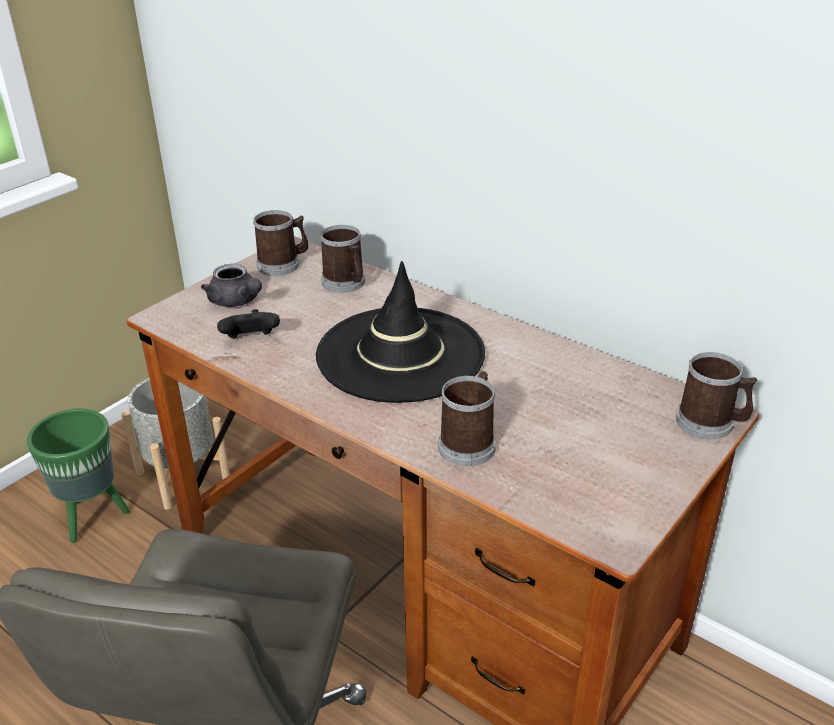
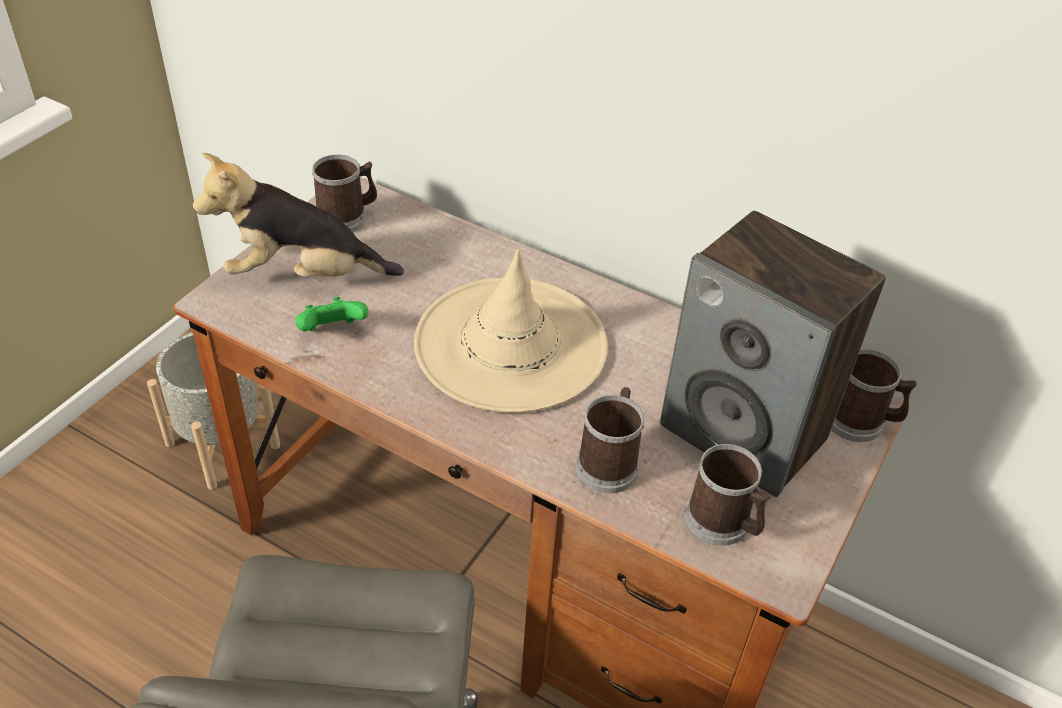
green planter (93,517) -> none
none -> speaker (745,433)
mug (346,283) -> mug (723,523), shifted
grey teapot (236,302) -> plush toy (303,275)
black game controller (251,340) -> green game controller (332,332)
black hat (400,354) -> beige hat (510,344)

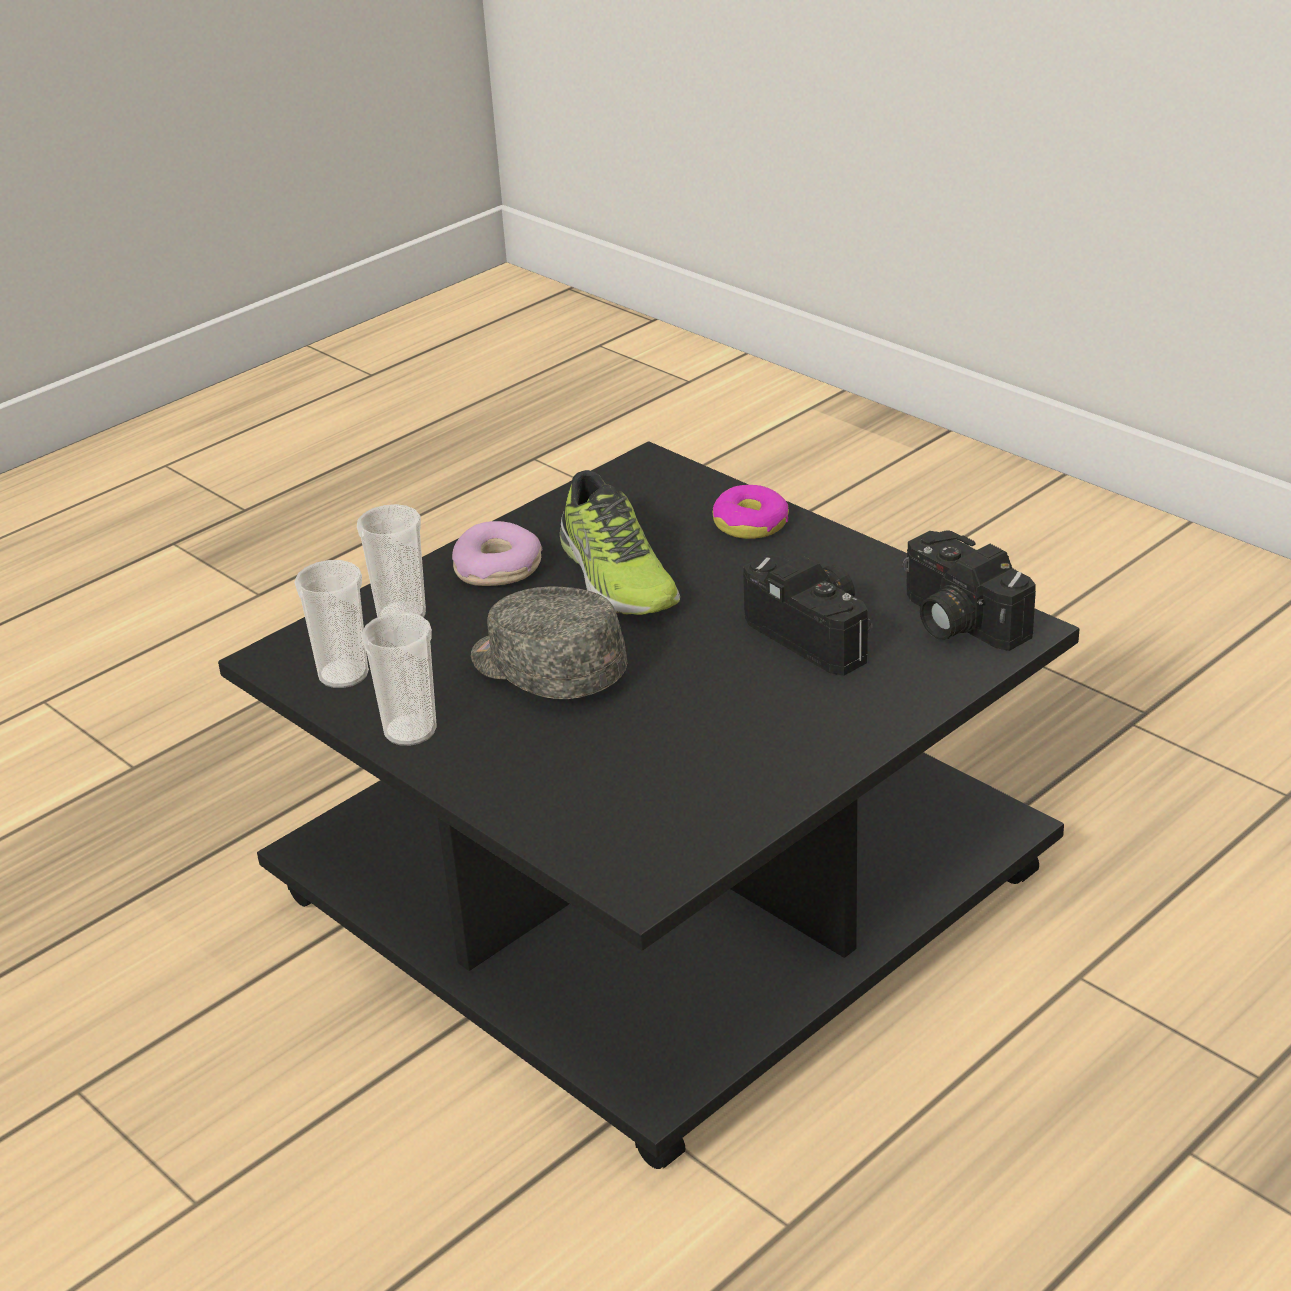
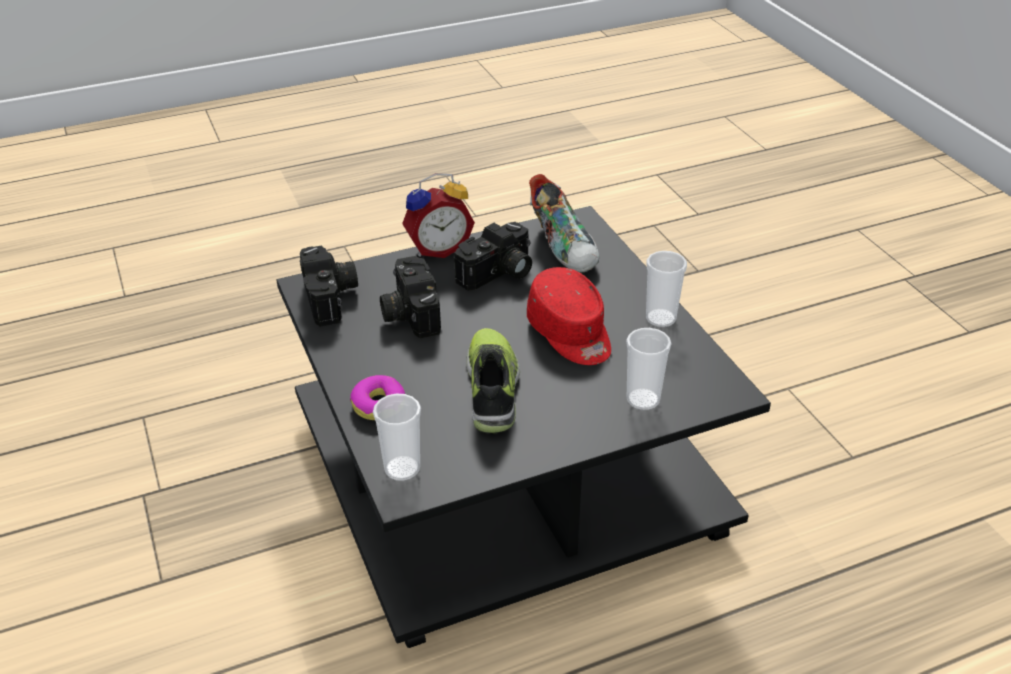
donut (498,568) -> none
none -> alarm clock (438,248)
none -> photo camera (498,274)
none -> shoe (564,247)
cup (343,675) -> cup (402,469), shifted
grey cap (546,670) -> red cap (570,334)

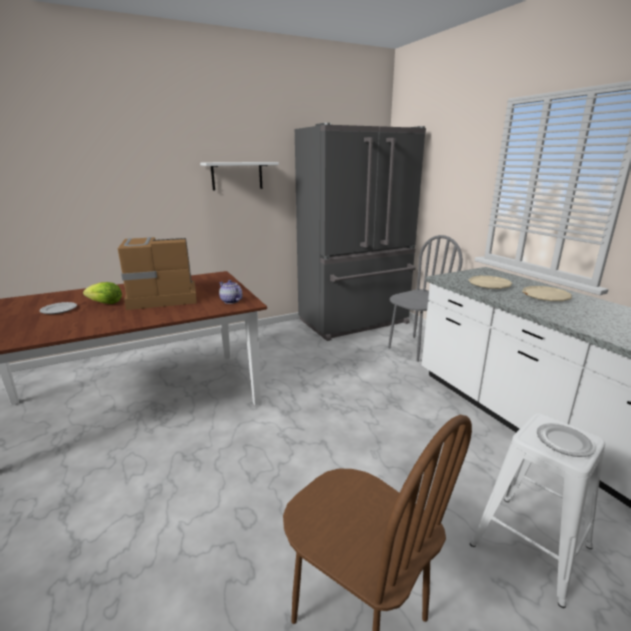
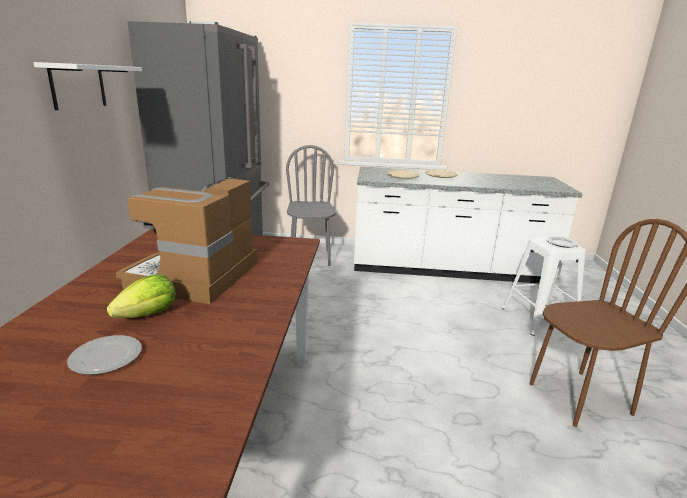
teapot (230,301) -> none

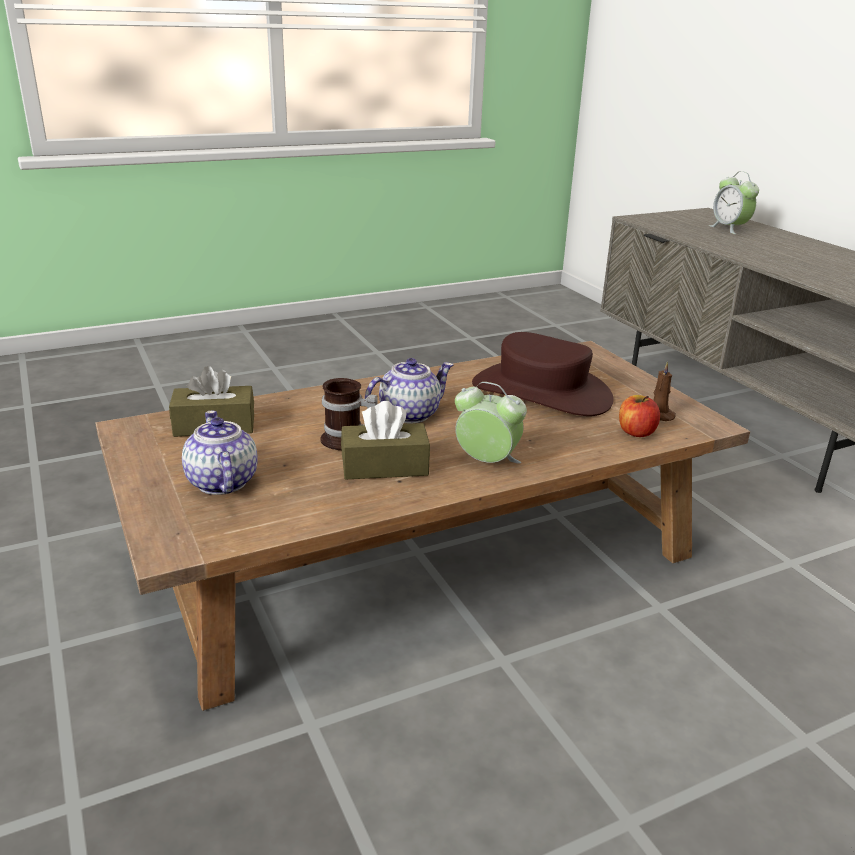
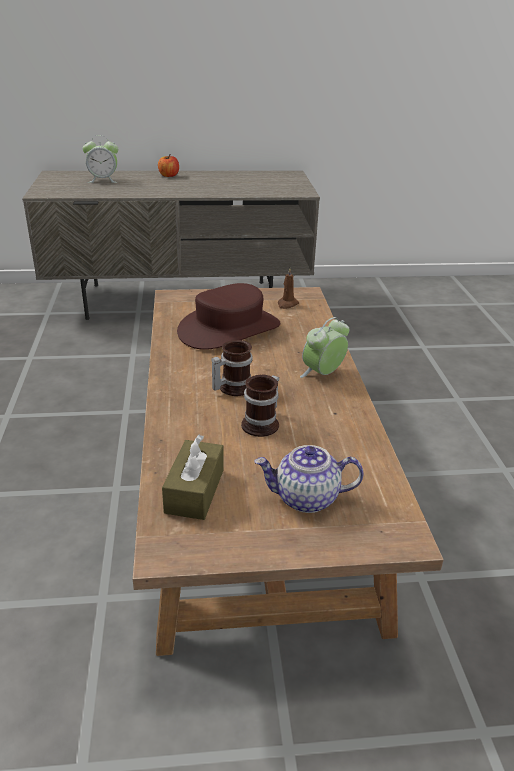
brown tissue box (384,466) -> none
apple (636,432) -> apple (169,175), shifted
teapot (409,414) -> mug (232,387)

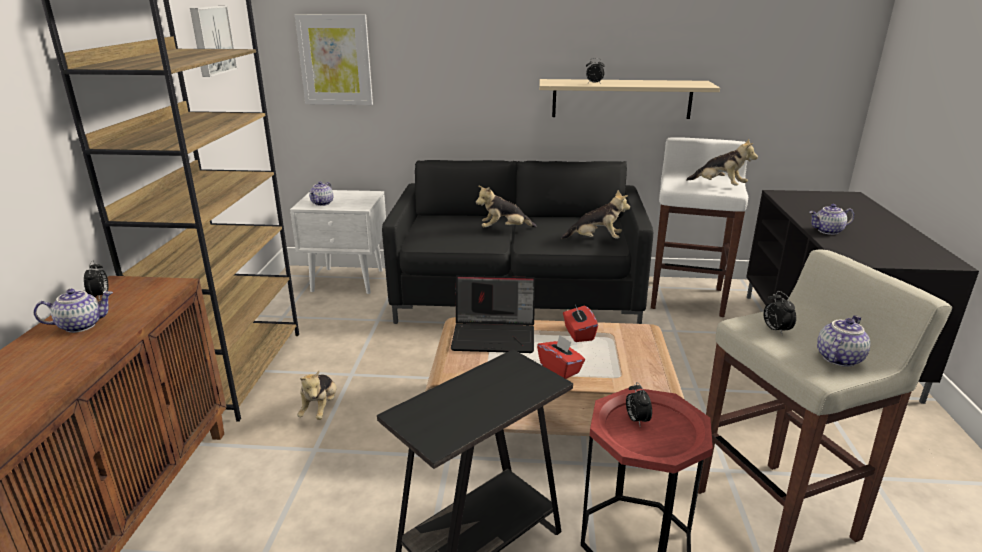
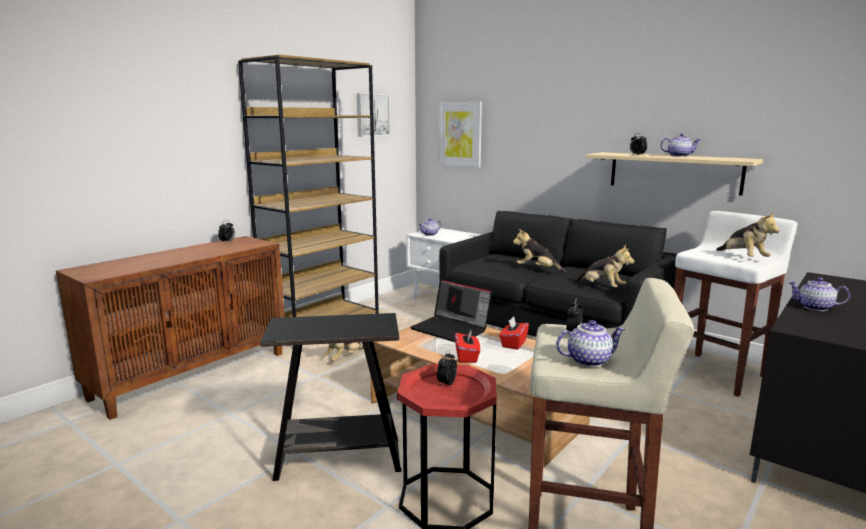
teapot (81,325) -> teapot (679,156), shifted

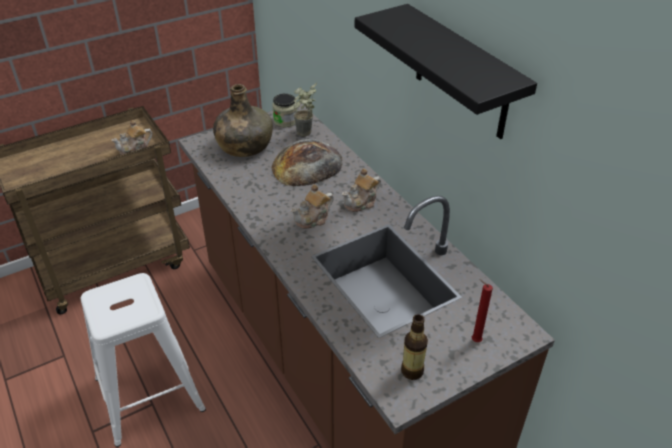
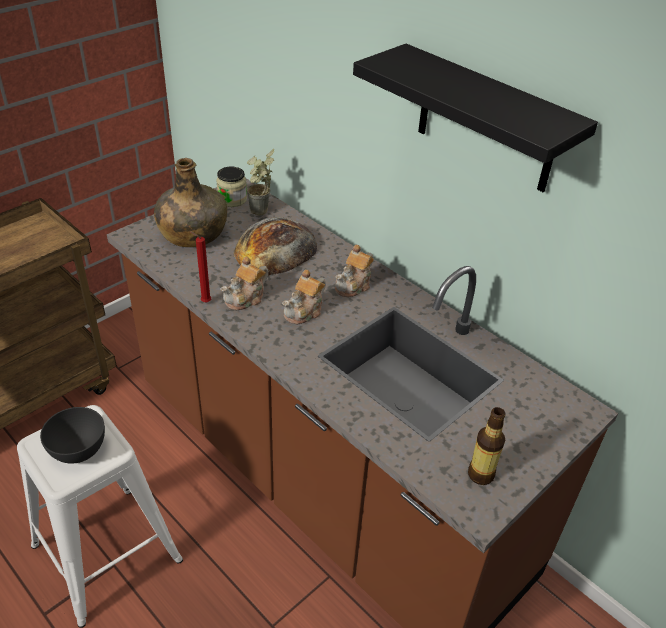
none -> grey bowl (78,450)
teapot (135,149) -> teapot (246,298), shifted
red candle (474,340) -> red candle (204,302), shifted

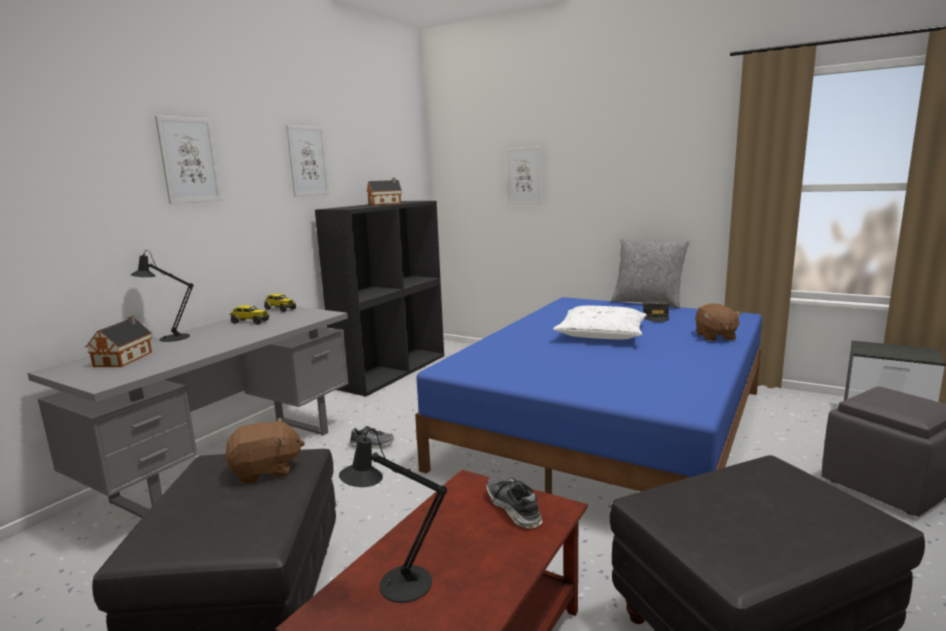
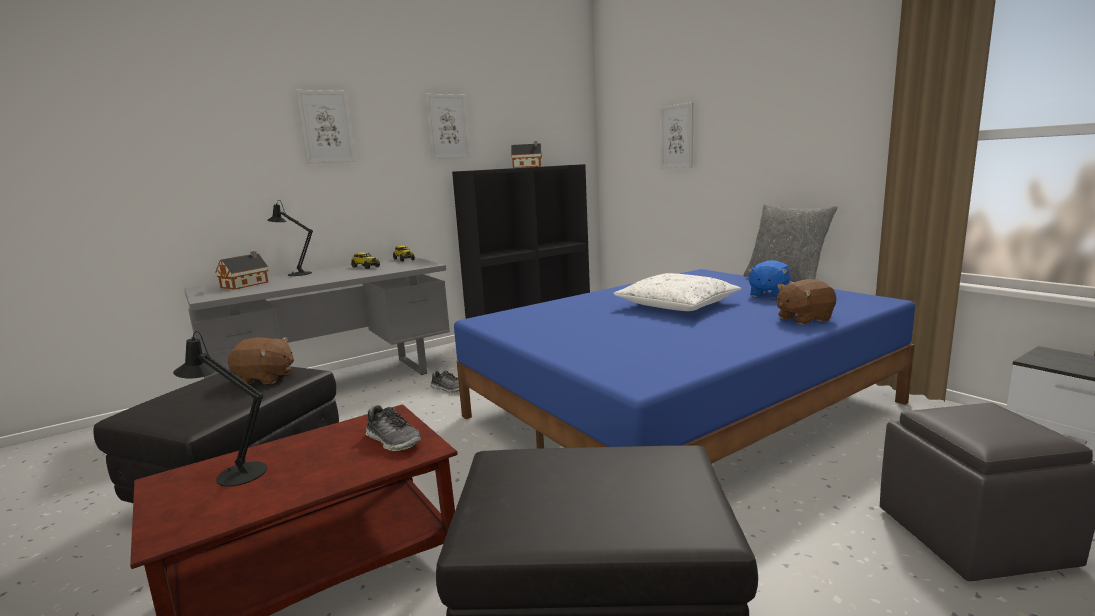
grey cap (656,317) -> blue plush toy (768,294)
shoe (513,508) -> shoe (393,440), 135 degrees clockwise
brown plush toy (715,337) -> brown plush toy (803,319), 45 degrees clockwise

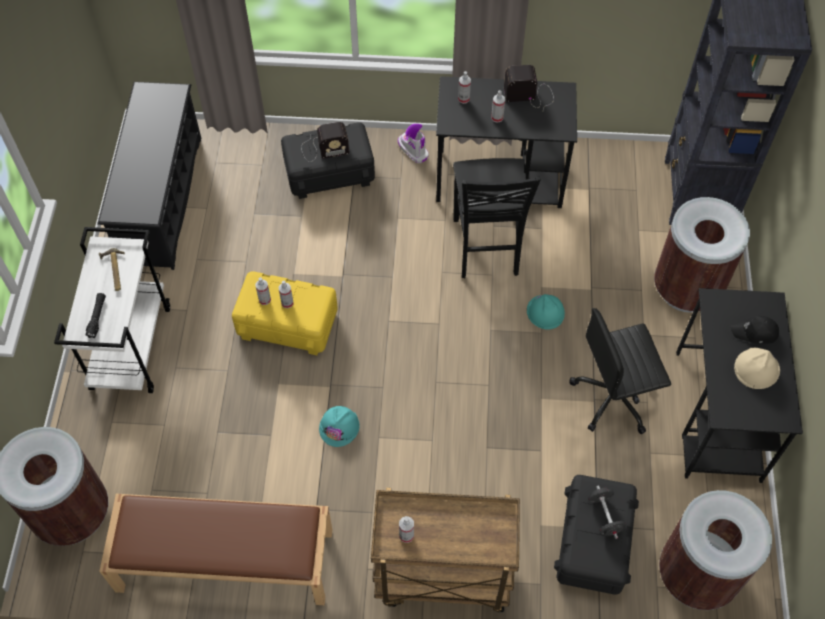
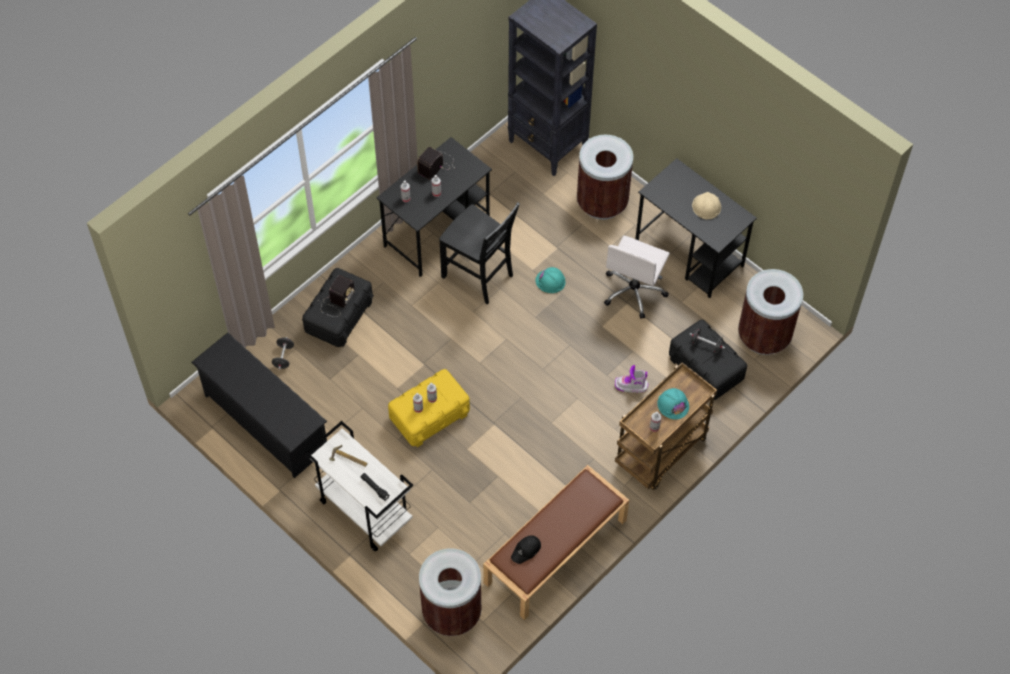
none -> black dumbbell (283,357)
turquoise hard hat (339,427) -> turquoise hard hat (673,404), shifted
boot (412,150) -> boot (631,386), shifted
black cap (755,332) -> black cap (526,550), shifted
black office chair (614,397) -> white office chair (634,291)

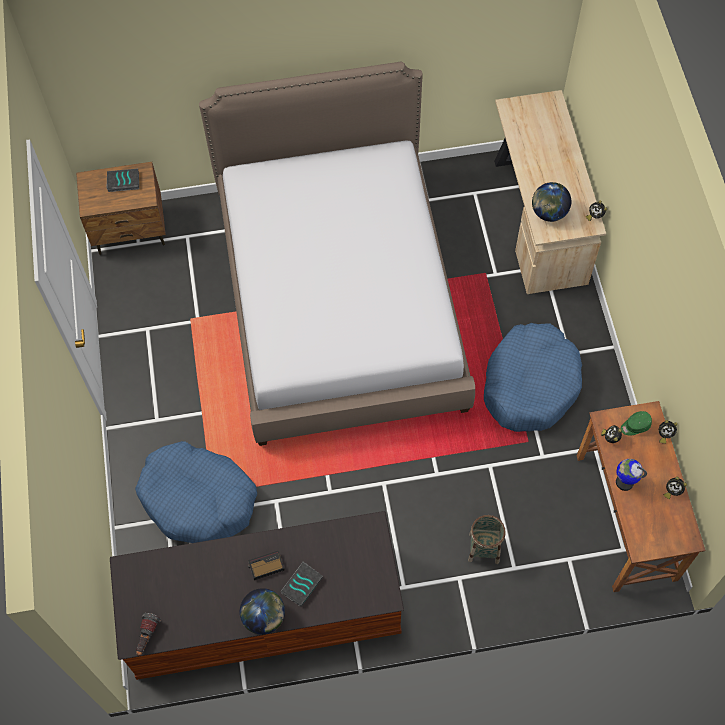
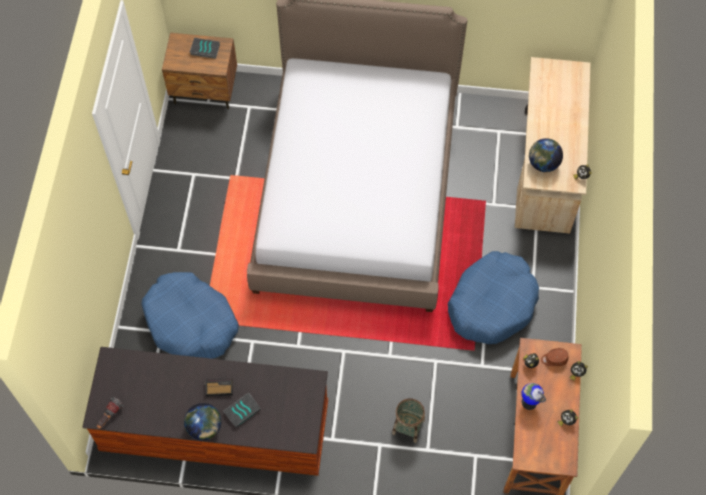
green cap (635,426) -> brown cap (554,359)

